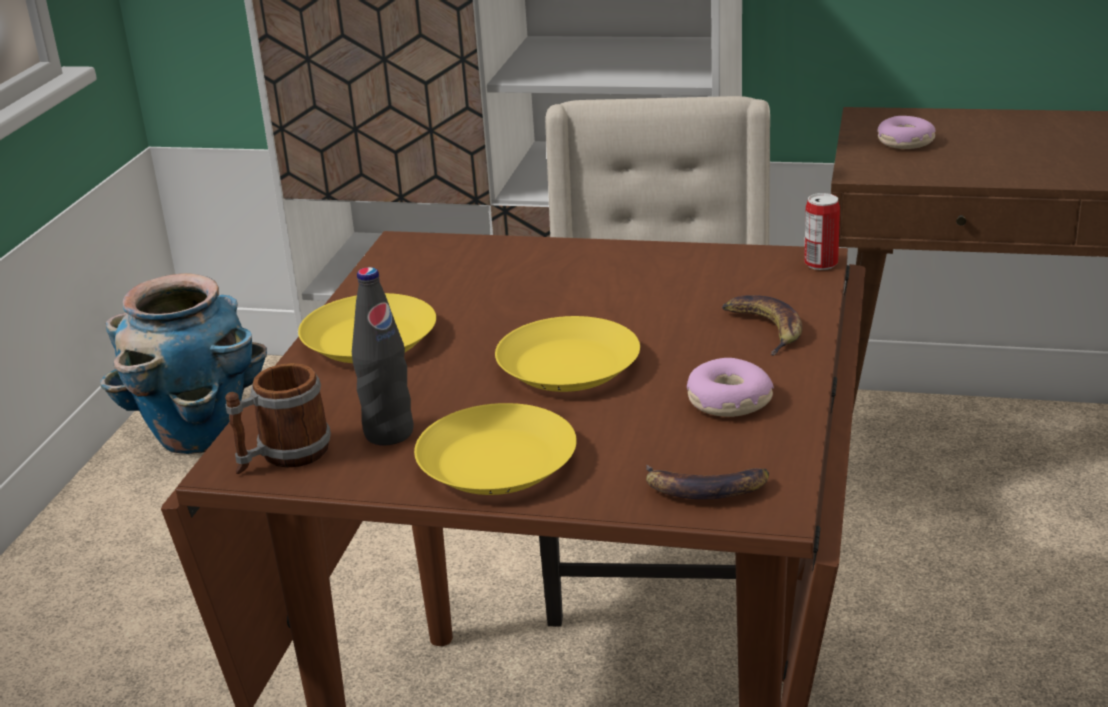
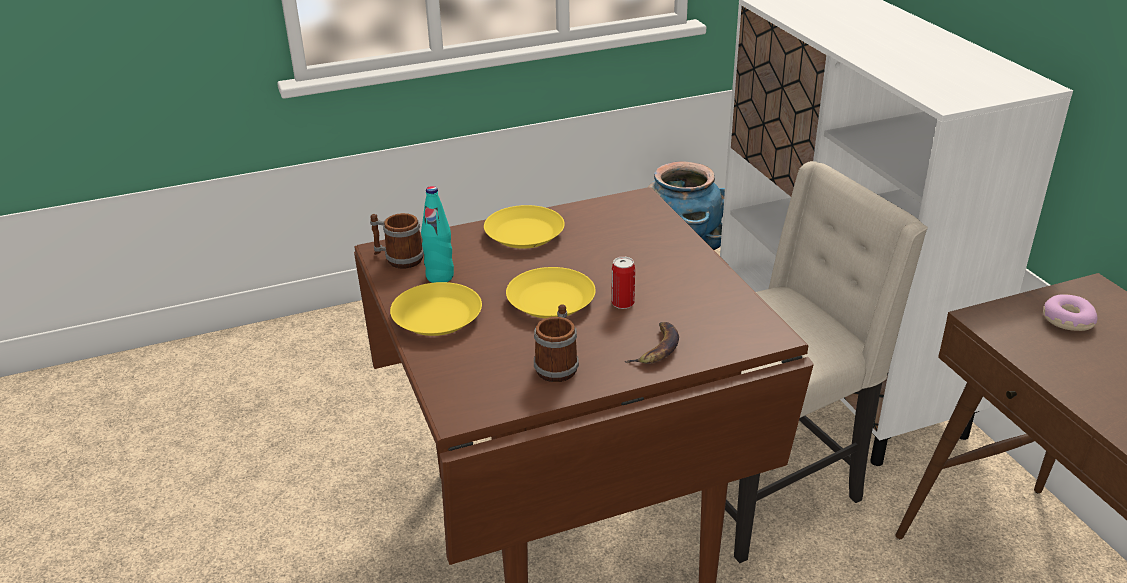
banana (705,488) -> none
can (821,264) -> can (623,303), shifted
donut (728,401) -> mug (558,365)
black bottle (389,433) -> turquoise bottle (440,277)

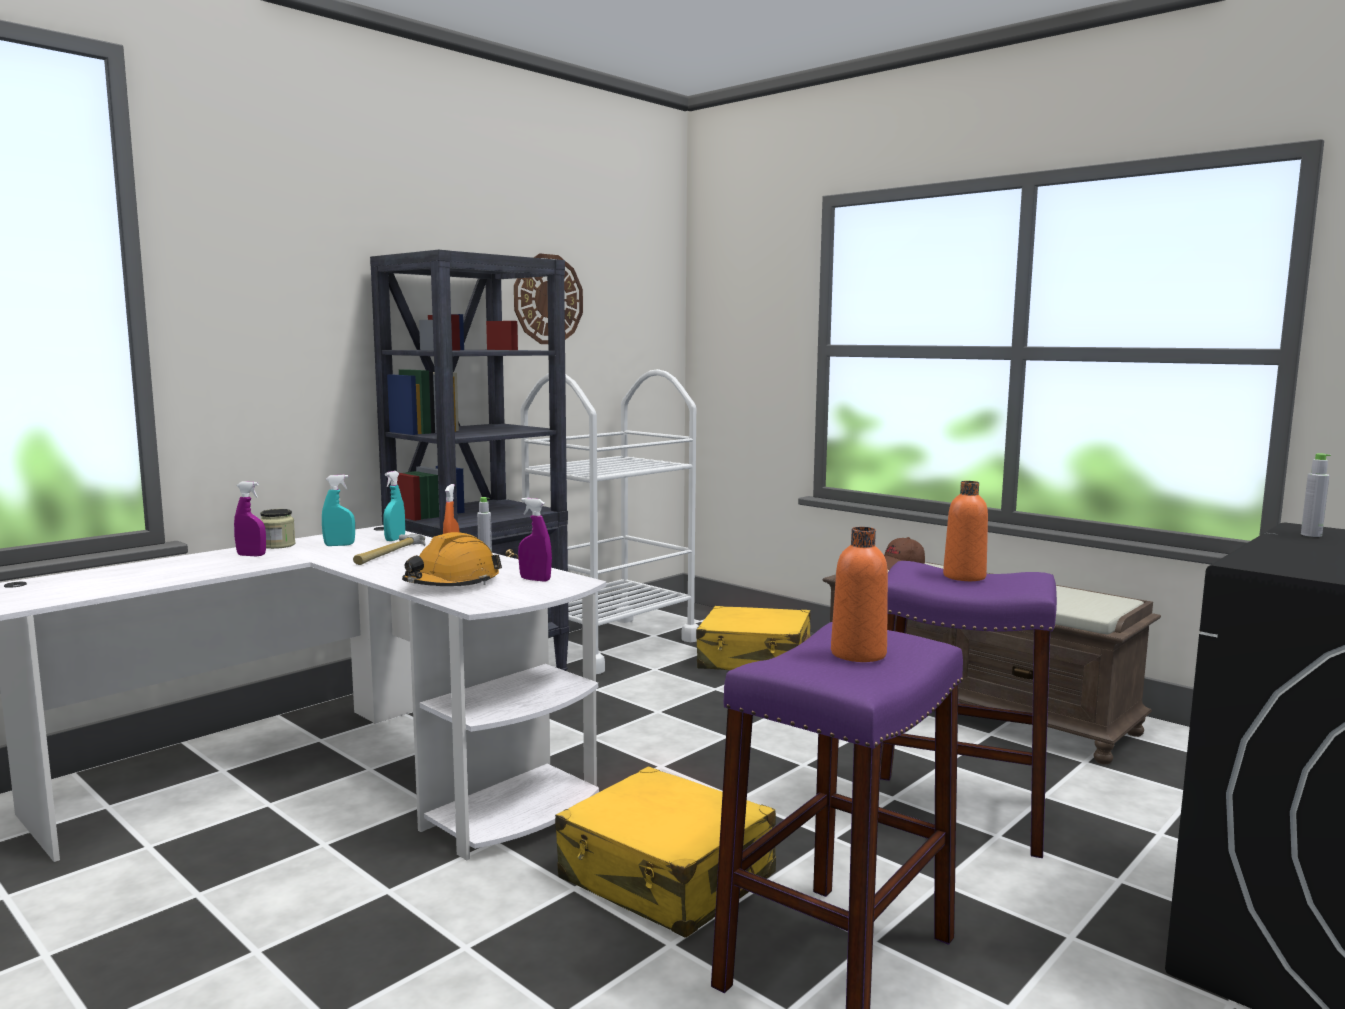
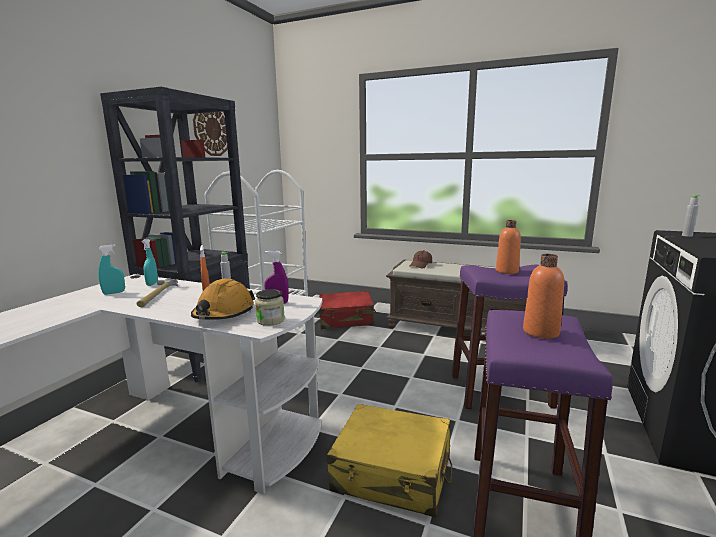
purple spray bottle (251,555) -> none
jar (278,545) -> jar (270,320), shifted
yellow suitcase (755,659) -> red suitcase (346,319)

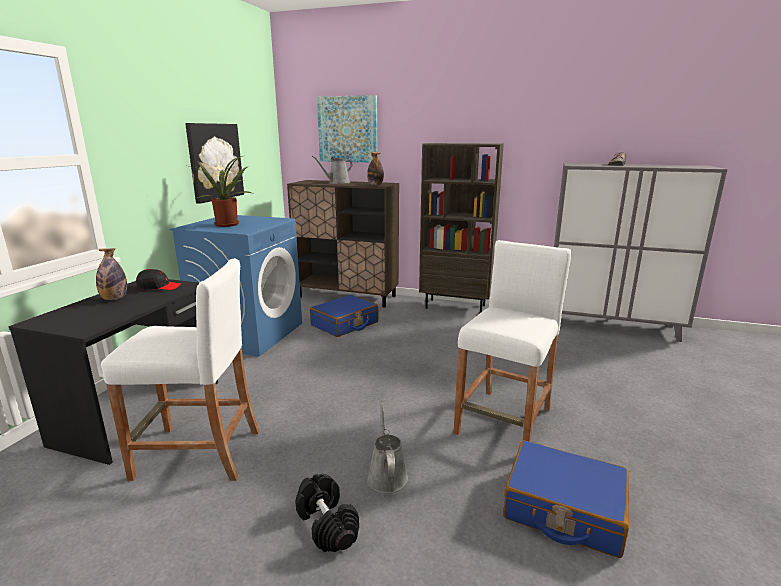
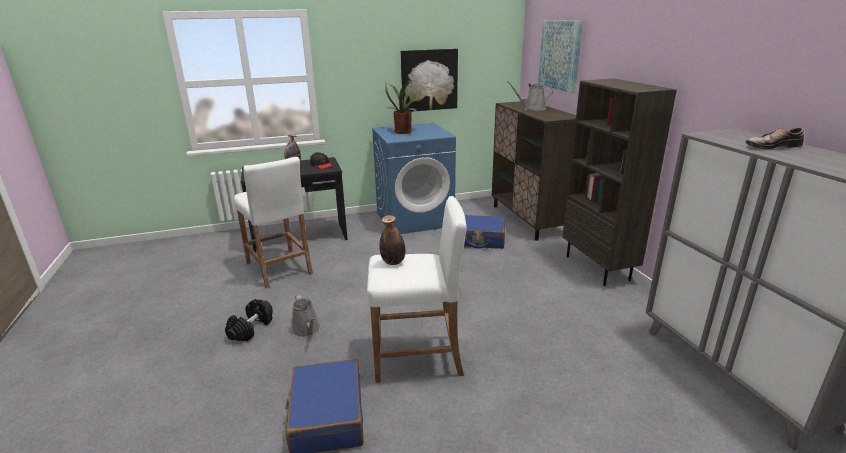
bottle (375,185) -> bottle (393,262), shifted
grey watering can (386,475) -> grey watering can (307,330), 105 degrees clockwise

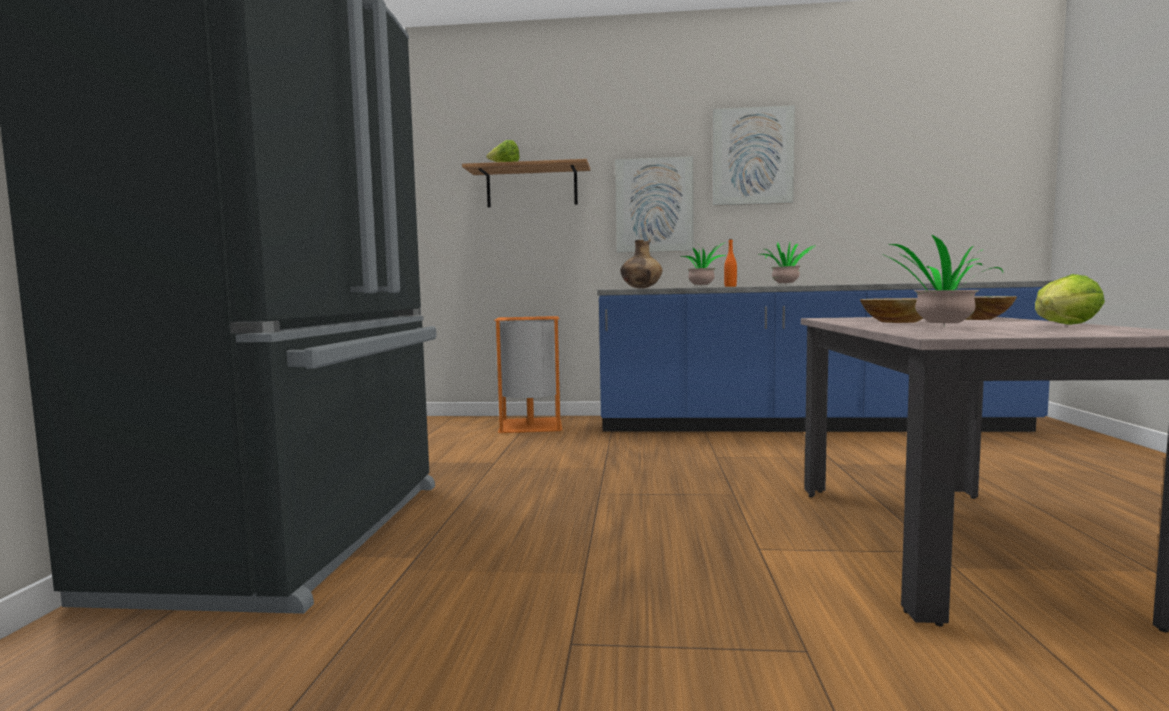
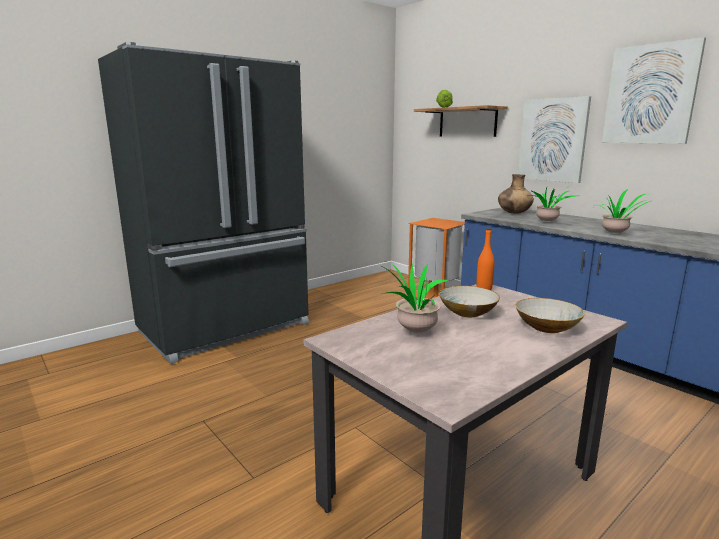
lettuce (1063,325) -> none
orange bottle (730,286) -> orange bottle (484,289), shifted

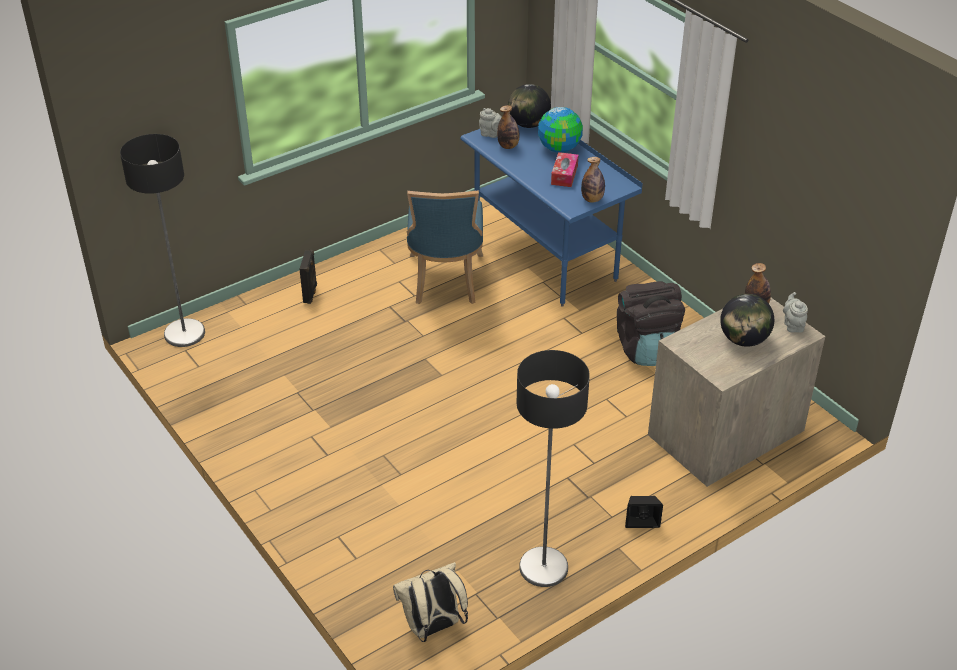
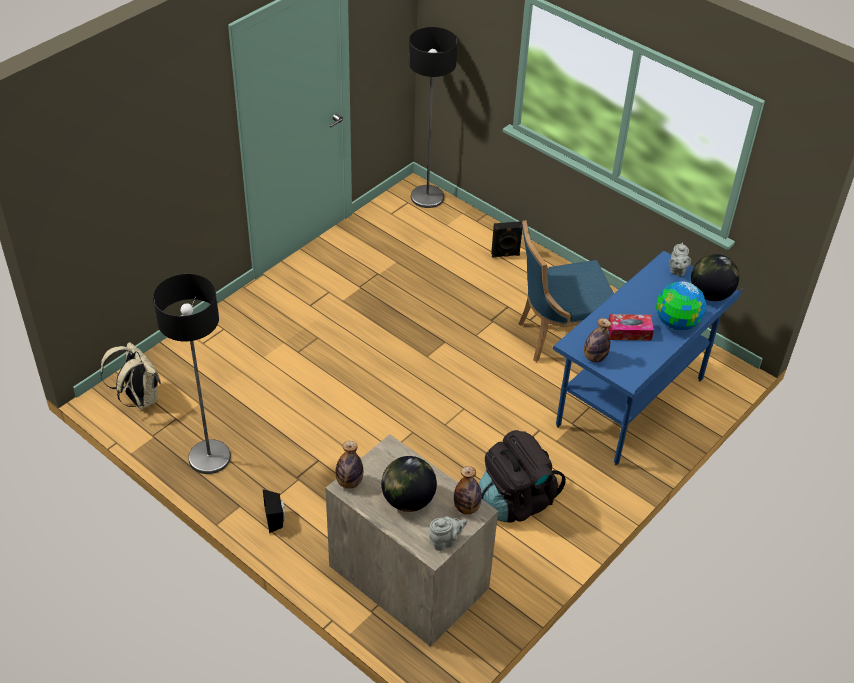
bottle (508,146) -> bottle (349,482), shifted

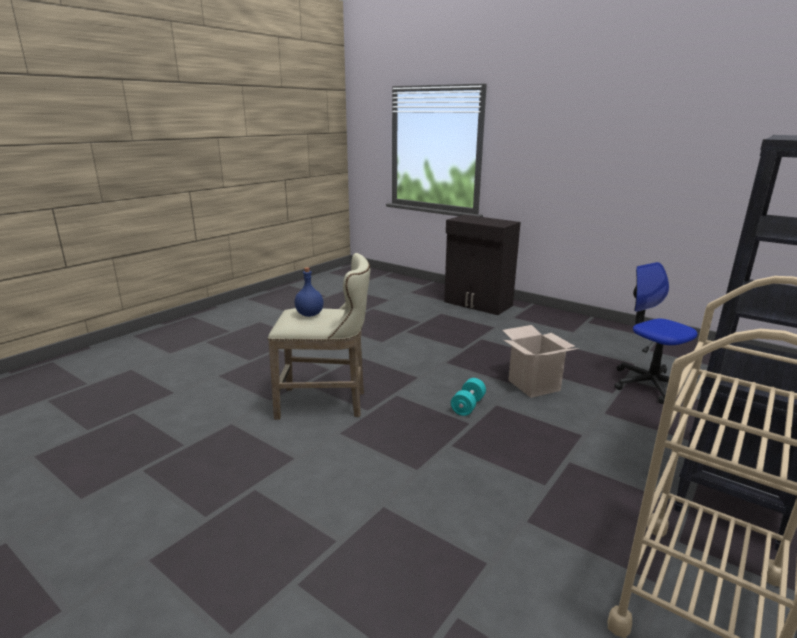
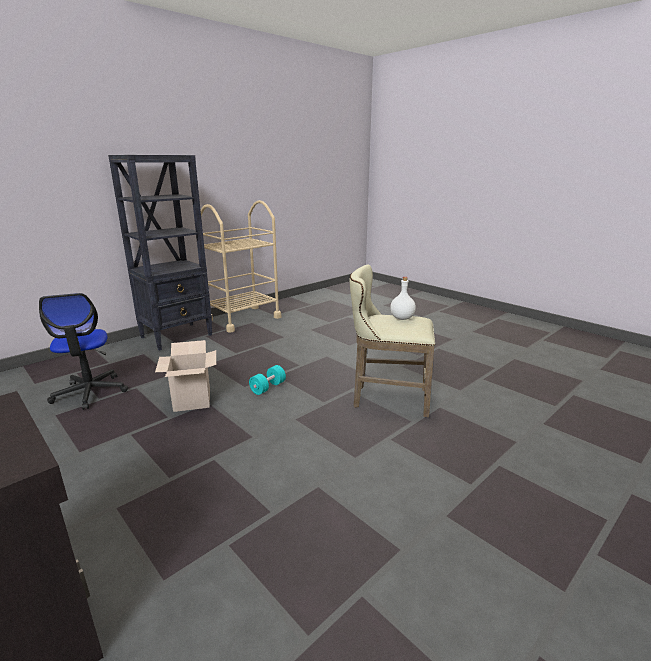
blue bottle (309,314) -> white bottle (402,318)

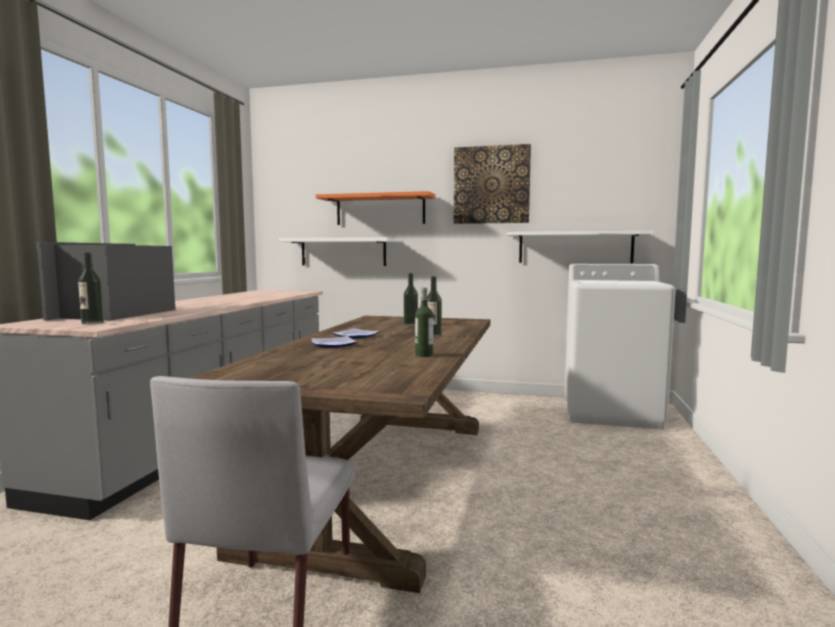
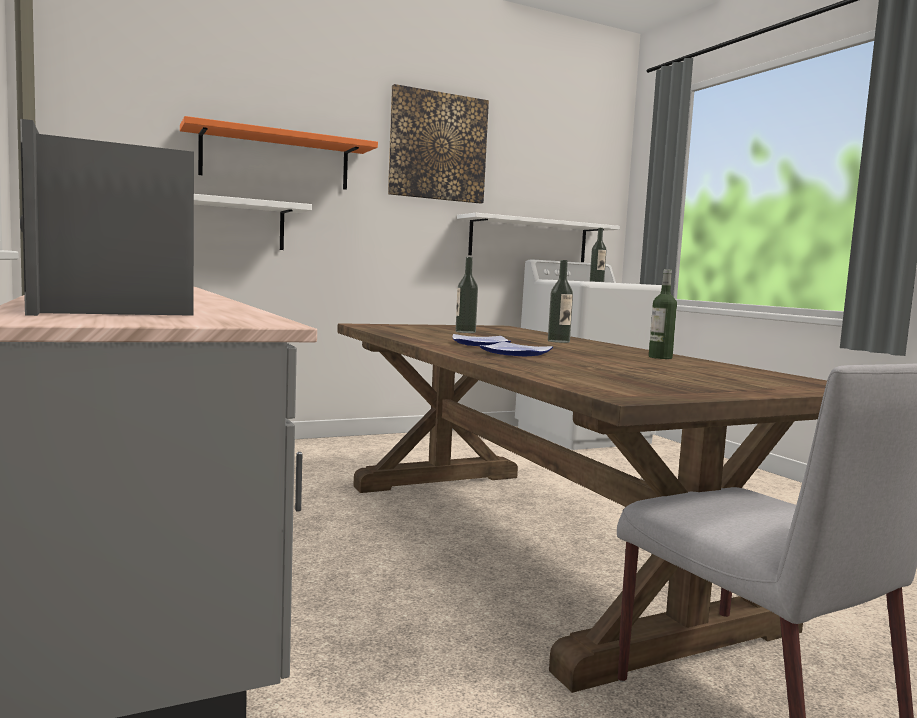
bottle (93,323) -> bottle (596,281), shifted

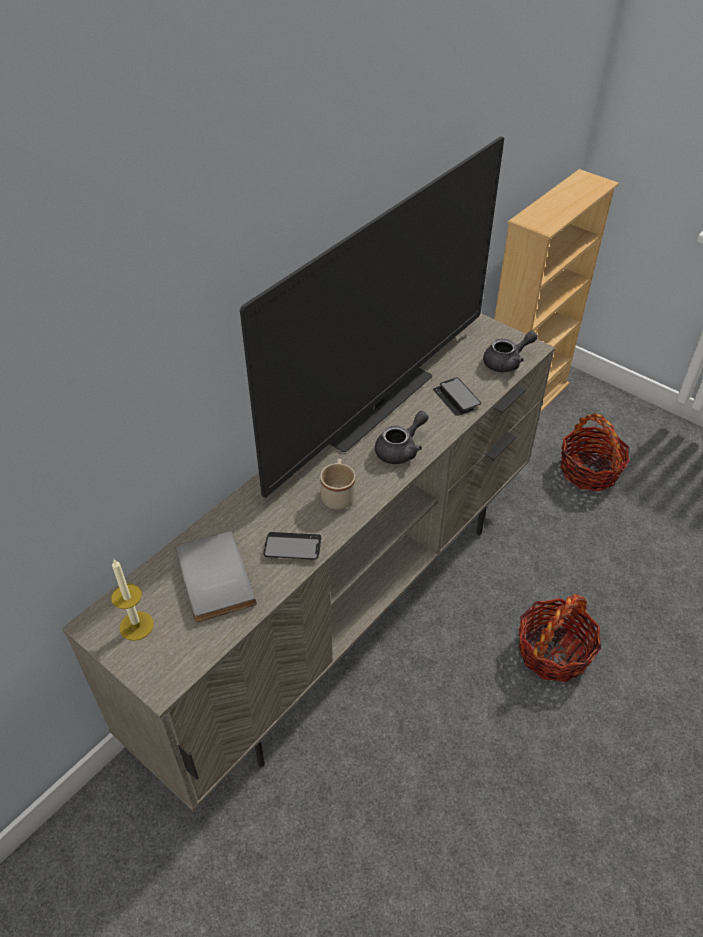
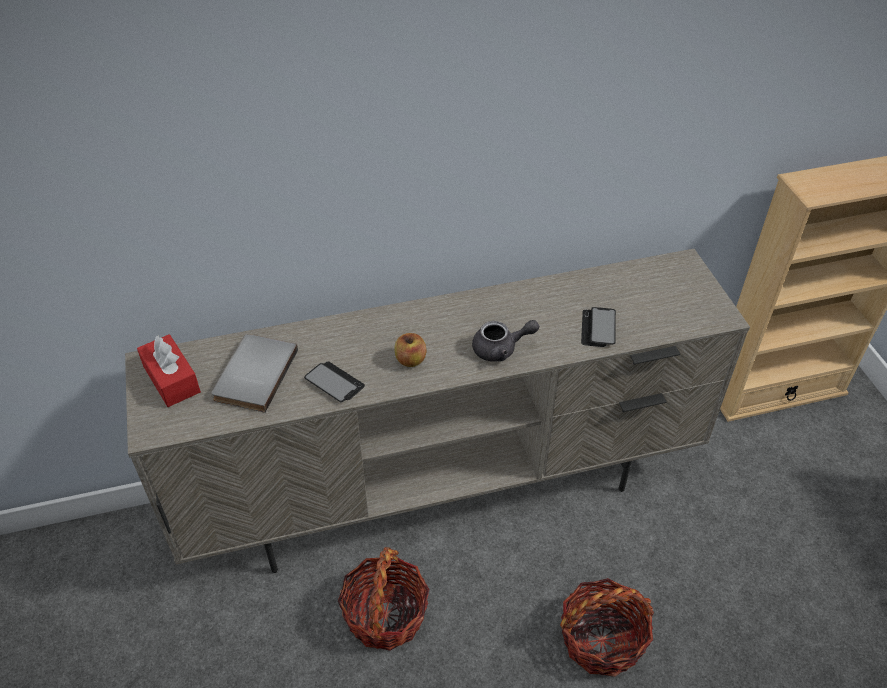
television (379,407) -> none
grey teapot (507,362) -> none
basket (589,471) -> basket (385,615), shifted
candle (136,626) -> red tissue box (171,379)
beige mug (338,494) -> apple (410,360)

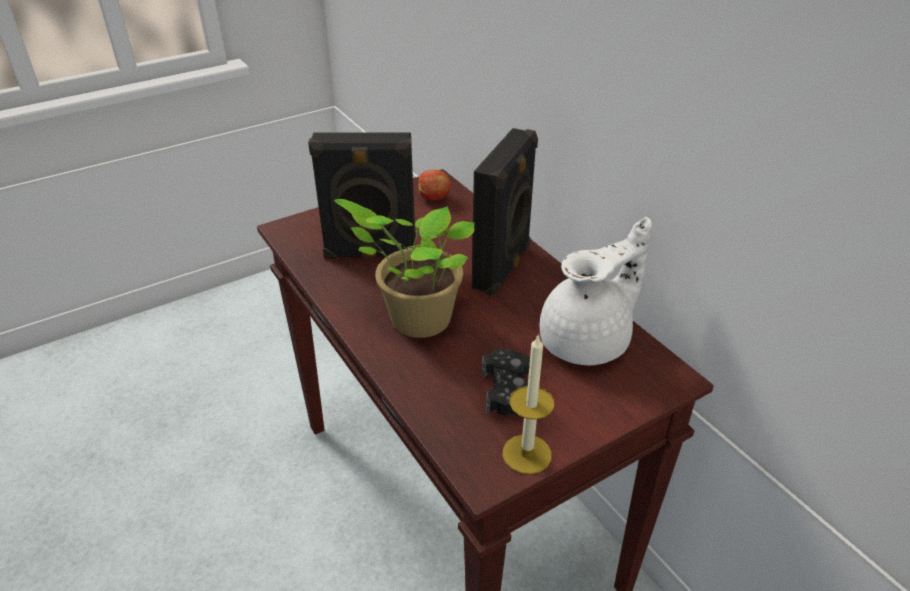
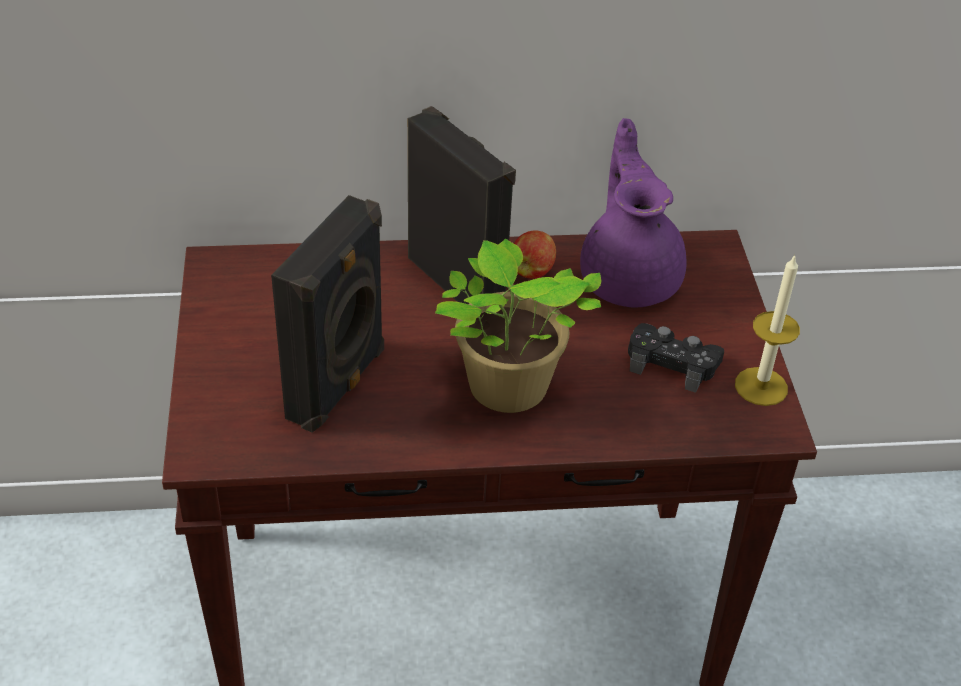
apple (434,198) -> apple (532,271), shifted
white teapot (588,341) -> purple teapot (629,277)

